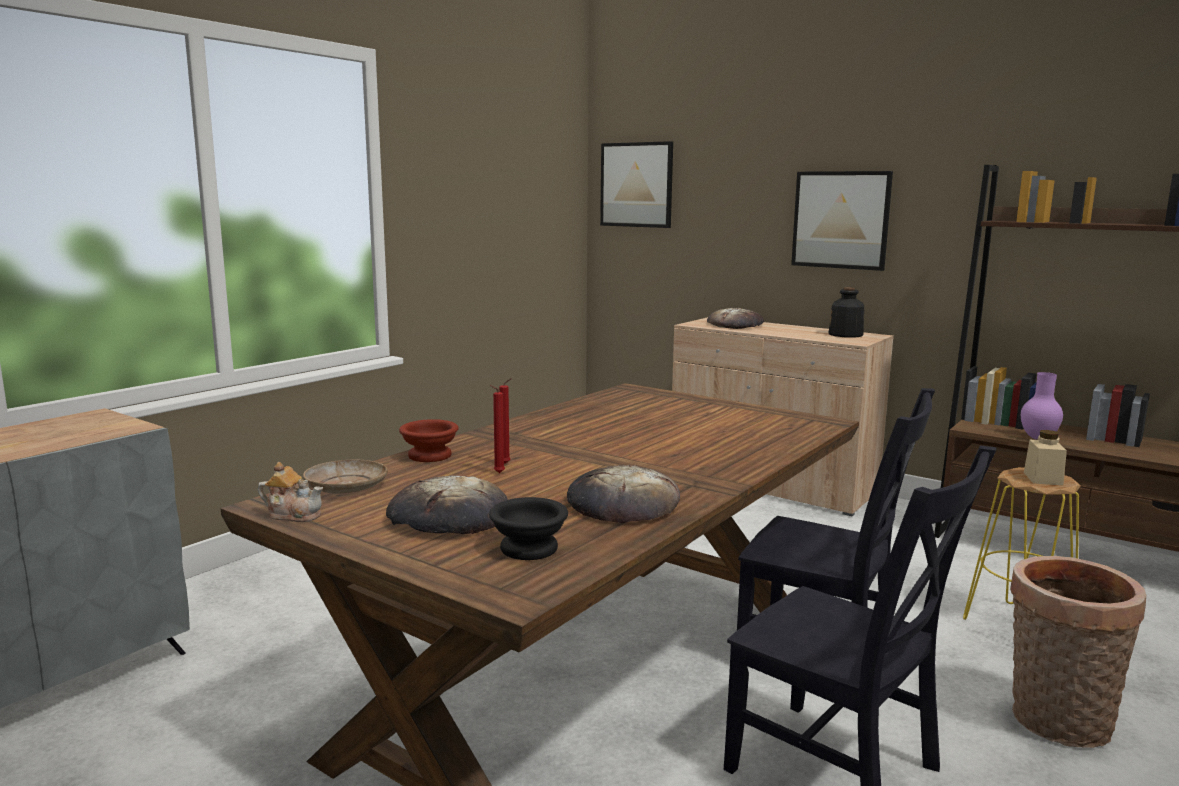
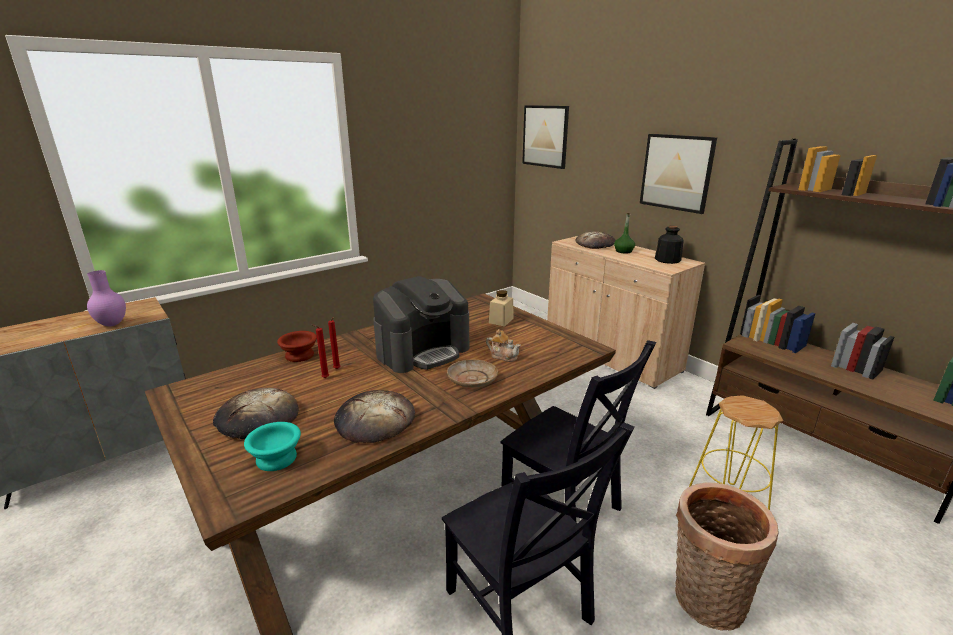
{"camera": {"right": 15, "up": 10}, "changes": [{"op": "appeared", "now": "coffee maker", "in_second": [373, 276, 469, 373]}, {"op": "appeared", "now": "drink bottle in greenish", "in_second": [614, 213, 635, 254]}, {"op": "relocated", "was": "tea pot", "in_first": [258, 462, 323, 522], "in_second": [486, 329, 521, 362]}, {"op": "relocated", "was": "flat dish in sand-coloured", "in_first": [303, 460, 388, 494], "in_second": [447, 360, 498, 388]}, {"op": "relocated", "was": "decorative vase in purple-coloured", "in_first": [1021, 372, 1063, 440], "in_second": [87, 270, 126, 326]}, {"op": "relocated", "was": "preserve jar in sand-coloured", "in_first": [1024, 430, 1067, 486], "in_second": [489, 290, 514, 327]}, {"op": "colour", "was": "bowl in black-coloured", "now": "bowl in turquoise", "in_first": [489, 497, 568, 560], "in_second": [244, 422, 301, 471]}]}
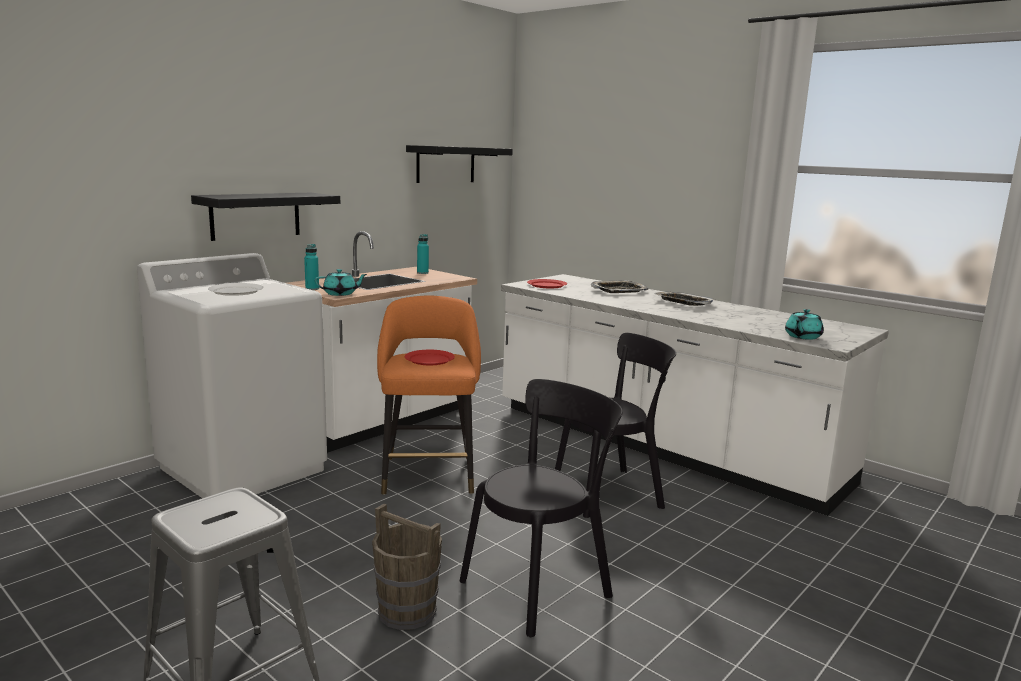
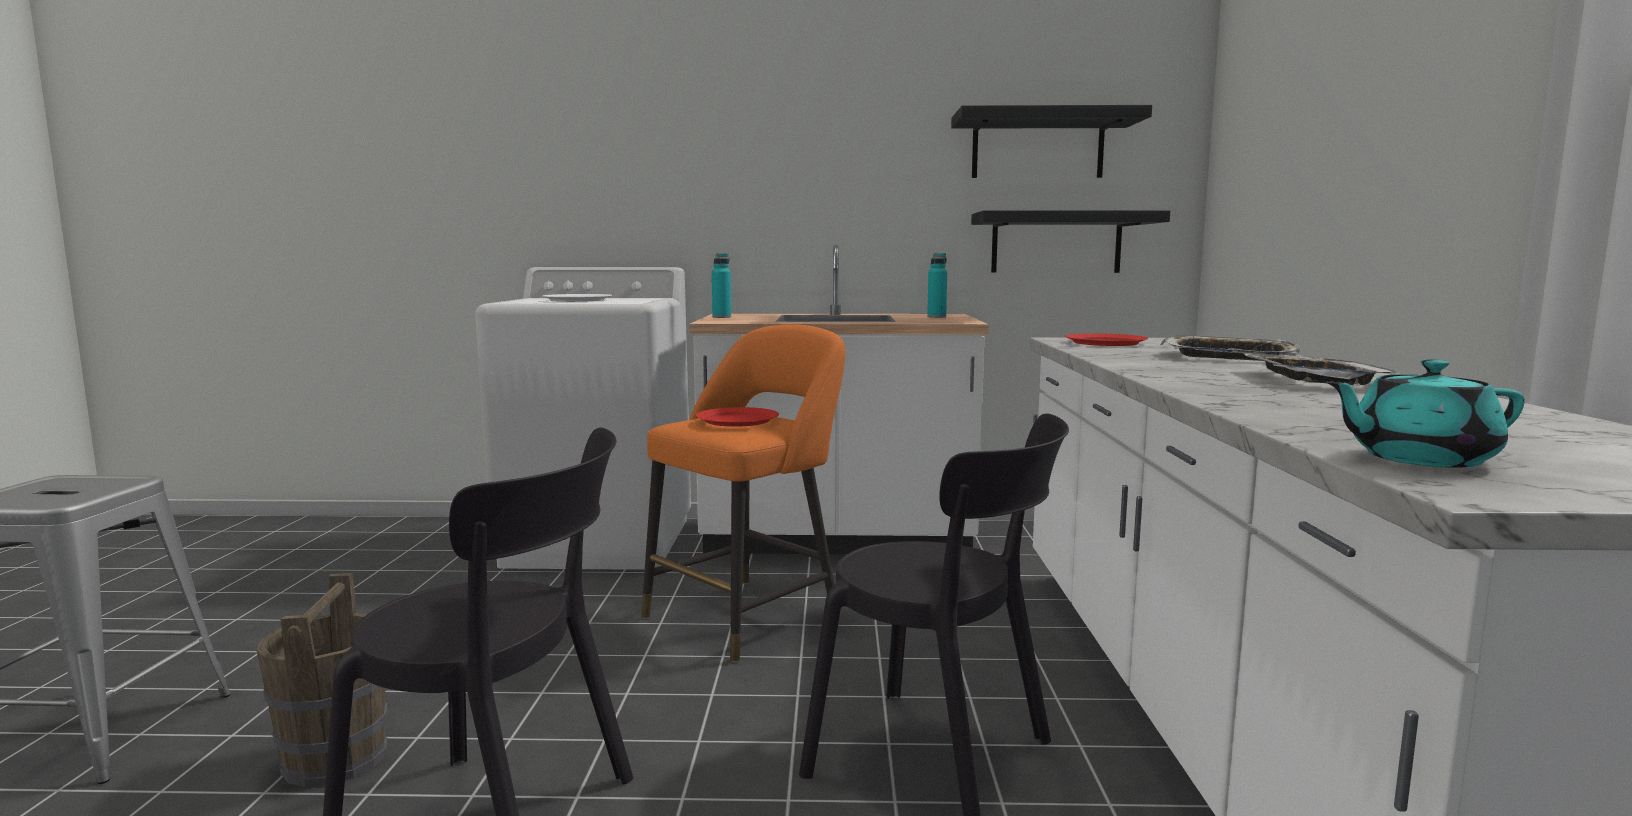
{"camera": {"right": 50, "up": -5}, "changes": [{"op": "missing", "was": "tea pot in turquoise", "in_first": [315, 269, 367, 296]}, {"op": "relocated", "was": "shelf in black-coloured", "in_first": [191, 193, 340, 241], "in_second": [971, 210, 1170, 273]}]}
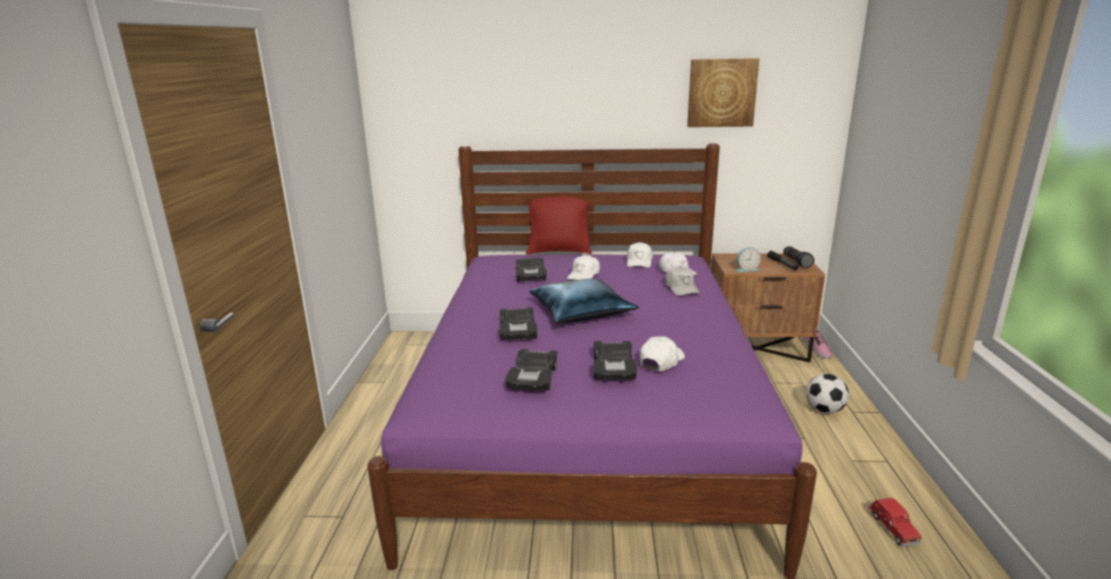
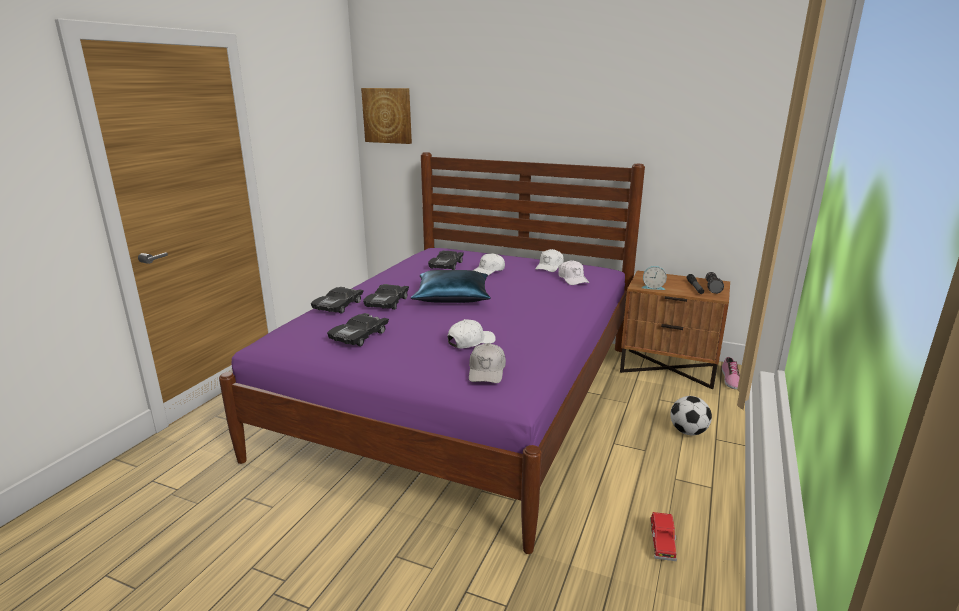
{"camera": {"right": 20, "up": 0}, "changes": [{"op": "missing", "was": "pillow in red", "in_first": [526, 196, 592, 254]}, {"op": "relocated", "was": "model car in black-coloured", "in_first": [593, 341, 637, 380], "in_second": [311, 287, 364, 313]}, {"op": "relocated", "was": "peaked cap in whitish", "in_first": [665, 266, 700, 296], "in_second": [469, 343, 506, 383]}, {"op": "relocated", "was": "wall art", "in_first": [687, 58, 759, 127], "in_second": [361, 88, 412, 144]}]}
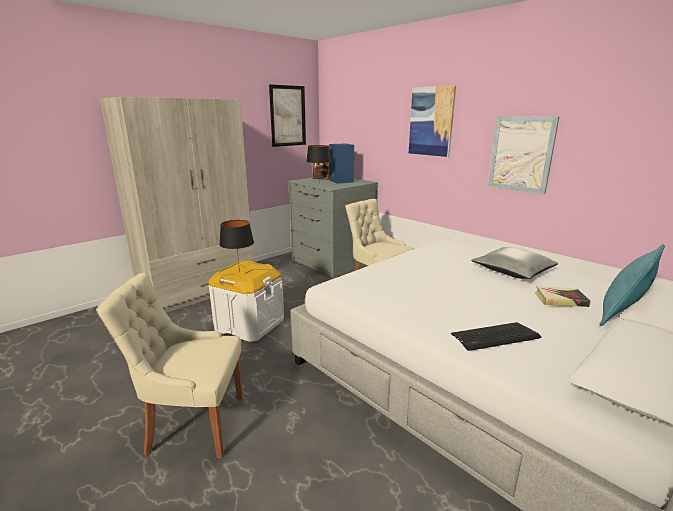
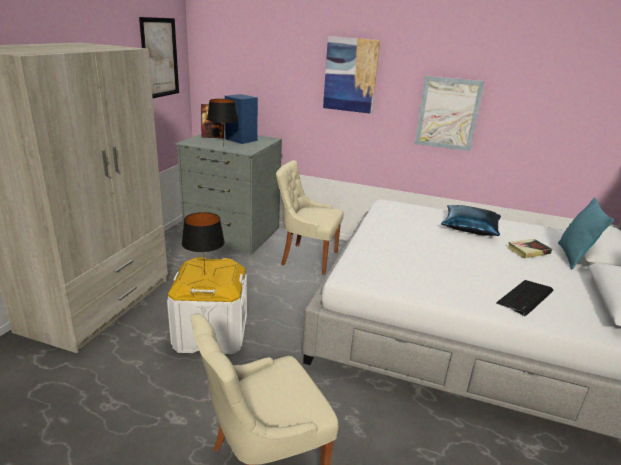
{"camera": {"right": -30, "up": 5}, "changes": [{"op": "colour", "was": "pillow in greyish", "now": "pillow in blue", "in_first": [471, 247, 558, 279], "in_second": [441, 205, 501, 236]}]}
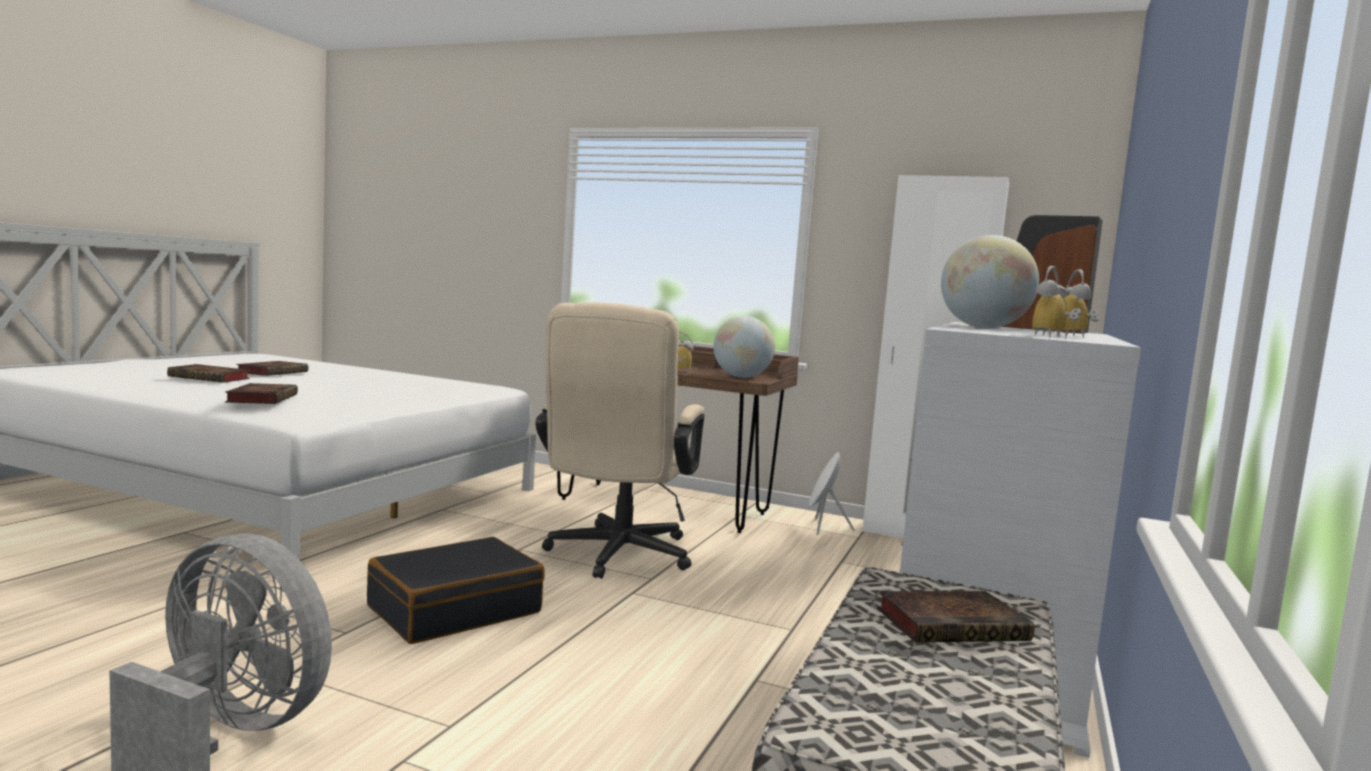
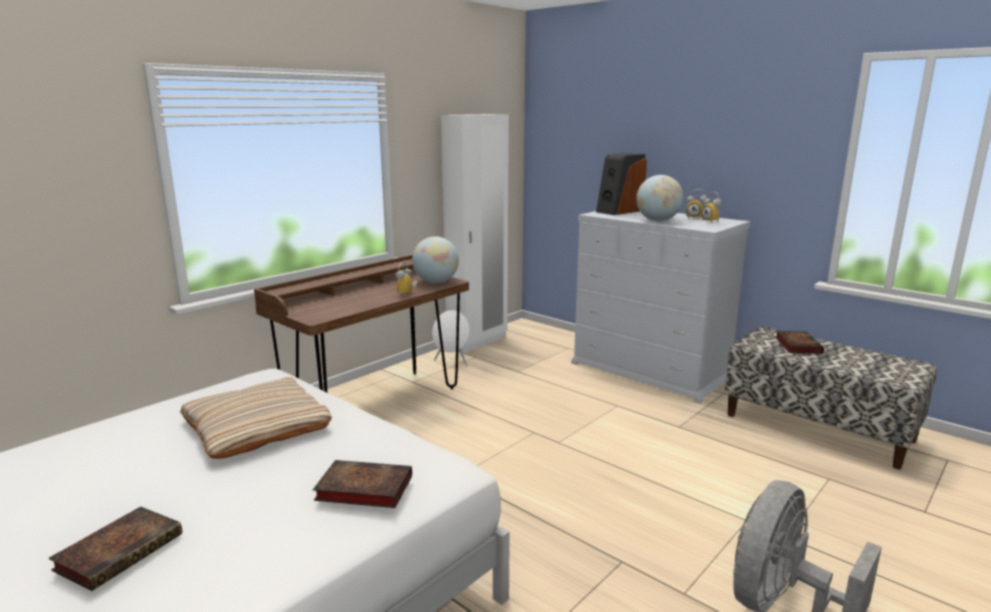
{"camera": {"right": -70, "up": 10}, "changes": [{"op": "missing", "was": "volume", "in_first": [236, 361, 308, 376]}, {"op": "missing", "was": "travel case in black-coloured", "in_first": [367, 537, 544, 644]}, {"op": "missing", "was": "computer chair in sand-coloured", "in_first": [535, 302, 705, 579]}, {"op": "appeared", "now": "pillow in sand-coloured", "in_second": [180, 377, 332, 459]}]}
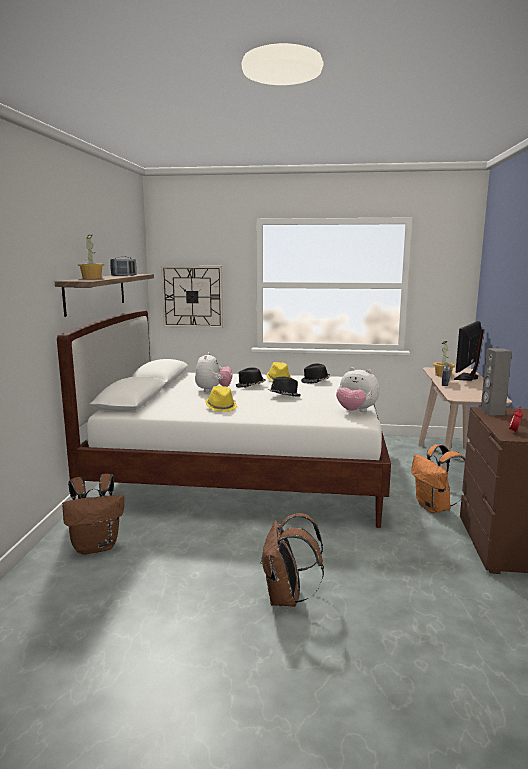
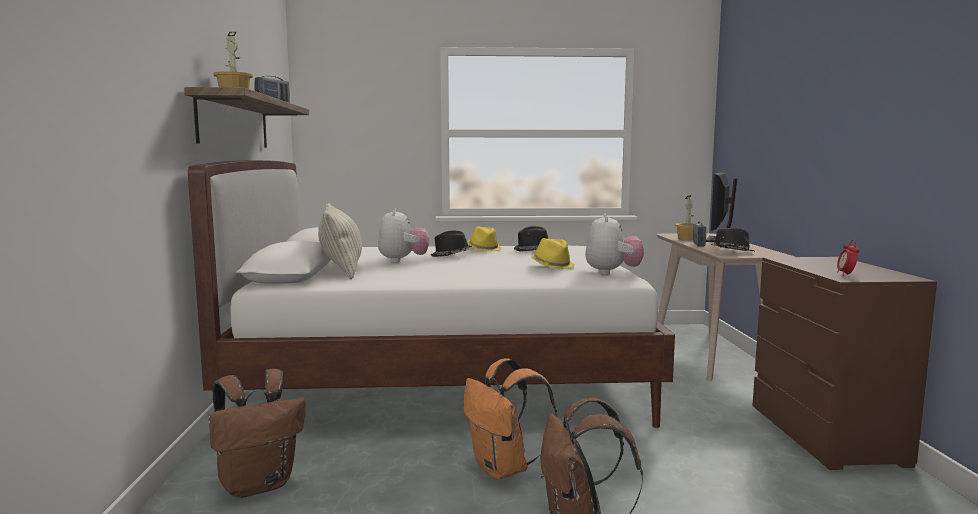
{"camera": {"right": -10, "up": -5}, "changes": [{"op": "missing", "was": "clock on the wall", "in_first": [161, 266, 223, 328]}, {"op": "missing", "was": "loudspeaker in greyish", "in_first": [481, 348, 512, 416]}, {"op": "appeared", "now": "pillow", "in_second": [318, 203, 362, 279]}, {"op": "relocated", "was": "wearable hat in yellow", "in_first": [206, 386, 237, 412], "in_second": [531, 238, 574, 269]}, {"op": "relocated", "was": "wearable hat in black-coloured", "in_first": [268, 377, 301, 397], "in_second": [711, 228, 754, 251]}, {"op": "relocated", "was": "rucksack in orange-coloured", "in_first": [411, 444, 465, 513], "in_second": [464, 358, 557, 480]}, {"op": "spun", "was": "cuddly toy", "in_first": [336, 367, 380, 412], "in_second": [585, 214, 644, 275], "clockwise": -105}]}
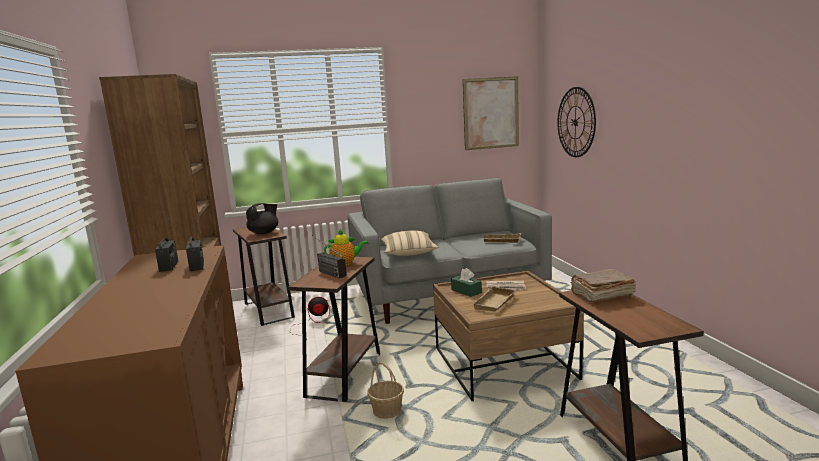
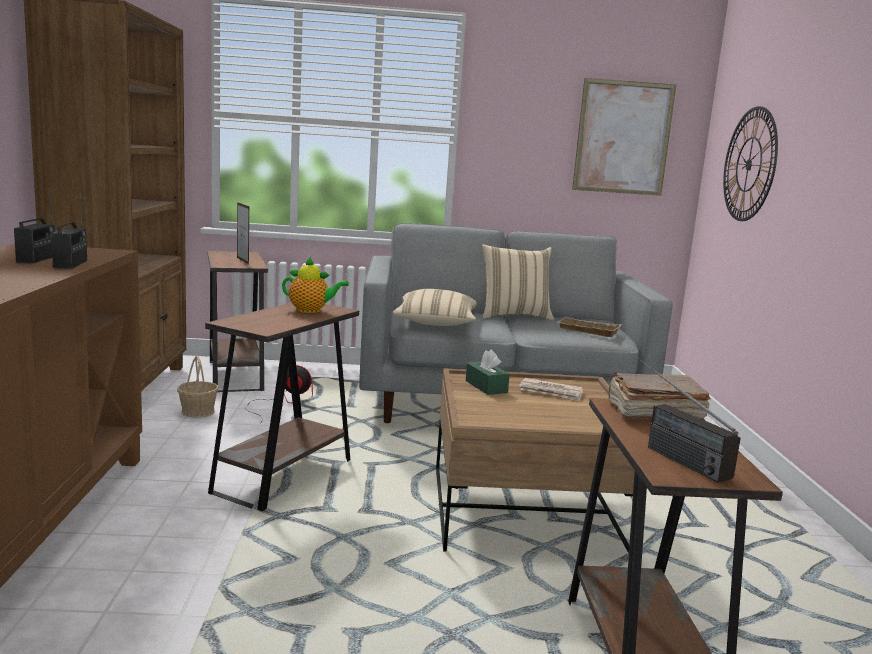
{"camera": {"right": 10, "up": 0}, "changes": [{"op": "missing", "was": "serving tray in sand-coloured", "in_first": [472, 286, 516, 312]}, {"op": "appeared", "now": "pillow in sand-coloured", "in_second": [482, 245, 554, 320]}, {"op": "relocated", "was": "radio receiver", "in_first": [312, 235, 347, 278], "in_second": [637, 358, 741, 483]}, {"op": "relocated", "was": "basket", "in_first": [367, 362, 404, 419], "in_second": [177, 356, 218, 418]}, {"op": "exchanged", "was": "tea pot in black-coloured", "now": "picture frame", "in_first": [246, 203, 279, 234], "in_second": [237, 202, 249, 264]}]}
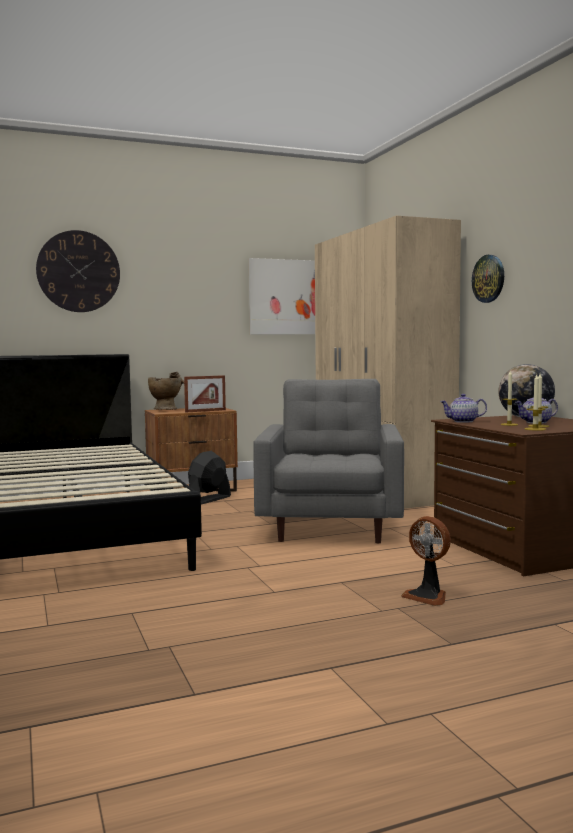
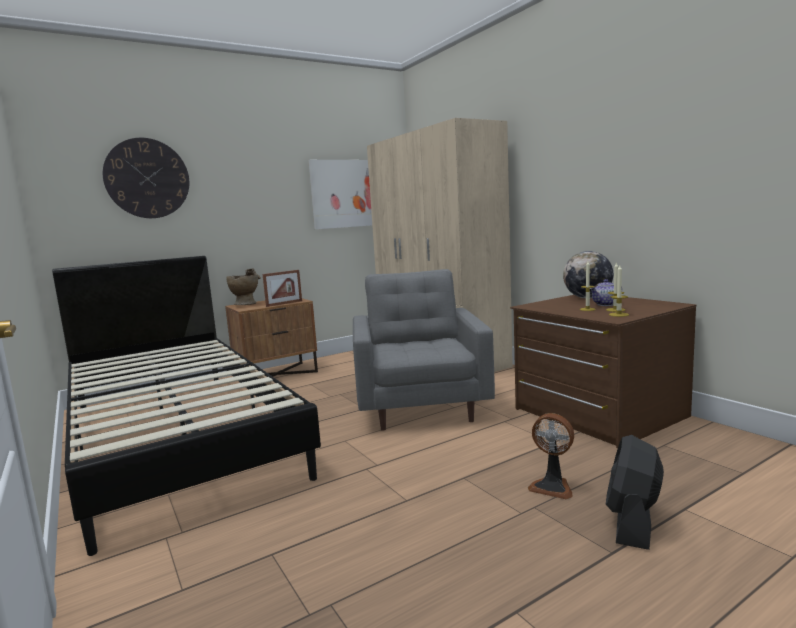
{"camera": {"right": -10, "up": 5}, "changes": [{"op": "missing", "was": "tea pot", "in_first": [440, 394, 487, 423]}, {"op": "missing", "was": "clock on the wall", "in_first": [472, 255, 504, 303]}, {"op": "relocated", "was": "fan in black-coloured", "in_first": [188, 451, 231, 504], "in_second": [606, 435, 664, 550]}]}
